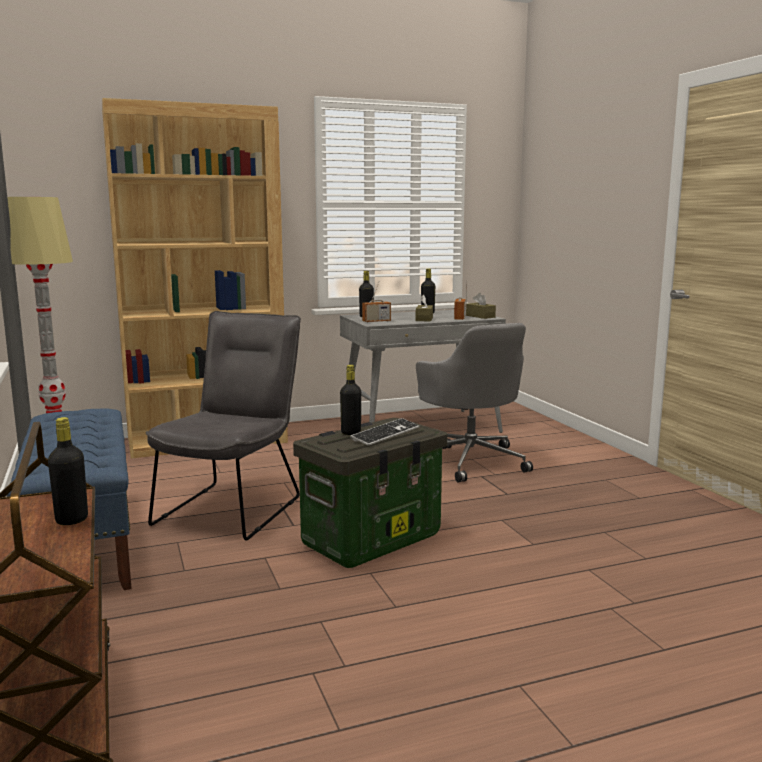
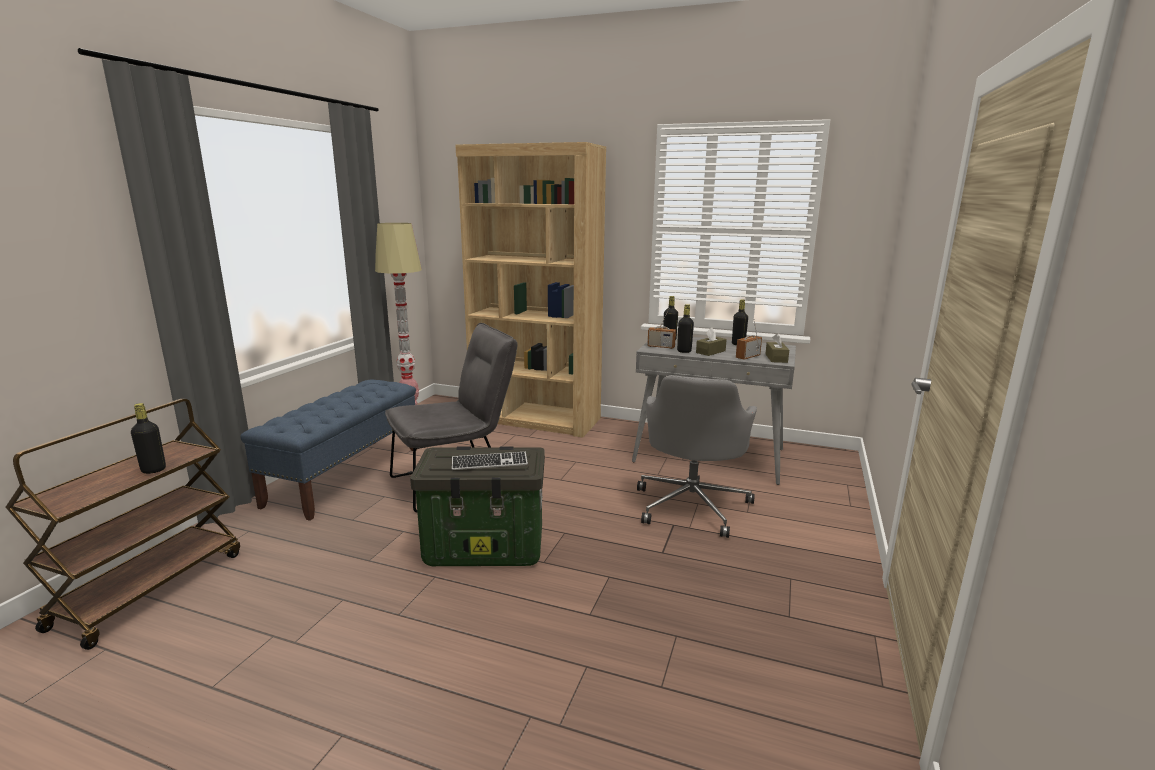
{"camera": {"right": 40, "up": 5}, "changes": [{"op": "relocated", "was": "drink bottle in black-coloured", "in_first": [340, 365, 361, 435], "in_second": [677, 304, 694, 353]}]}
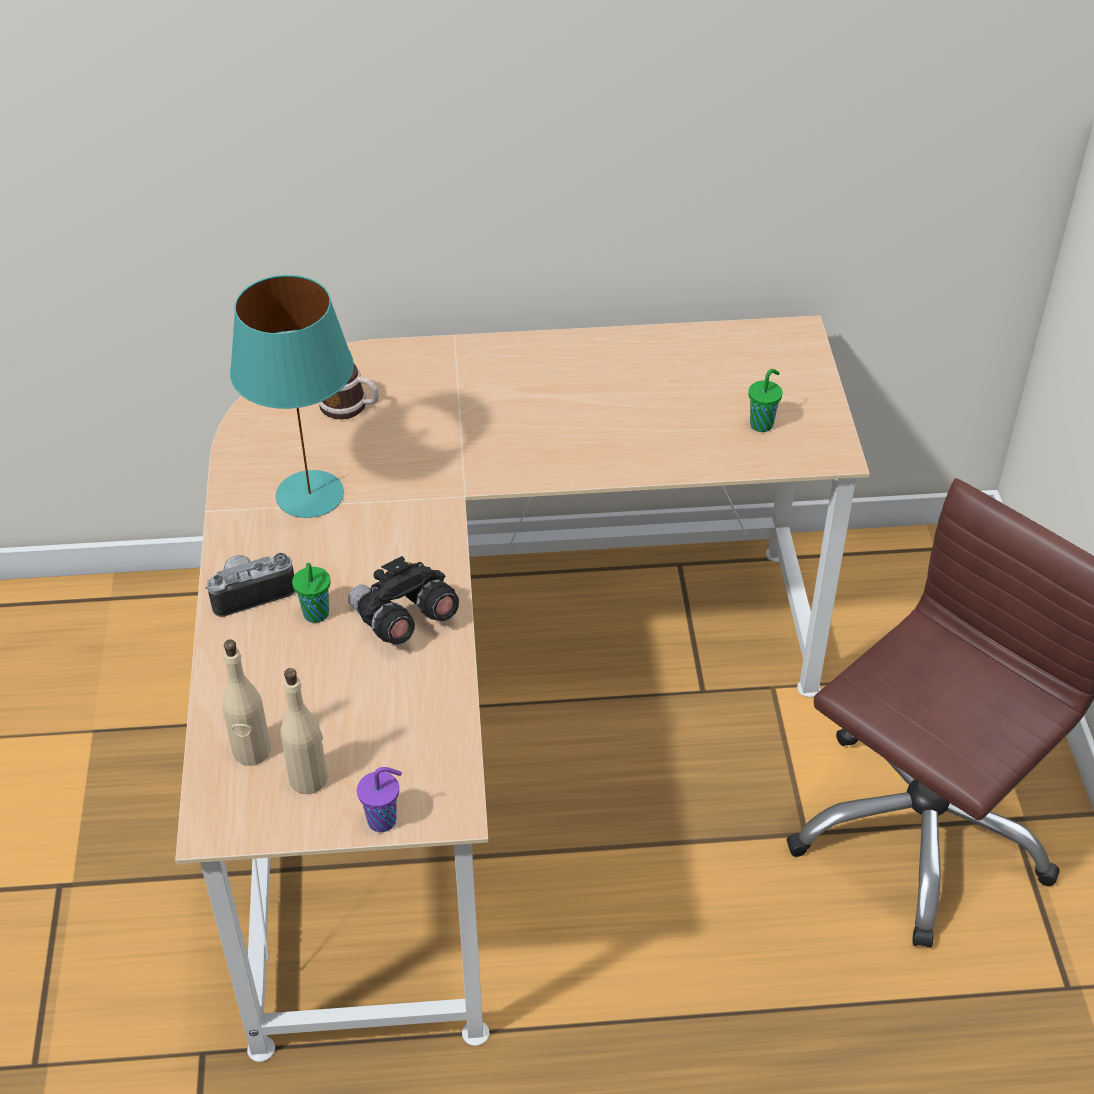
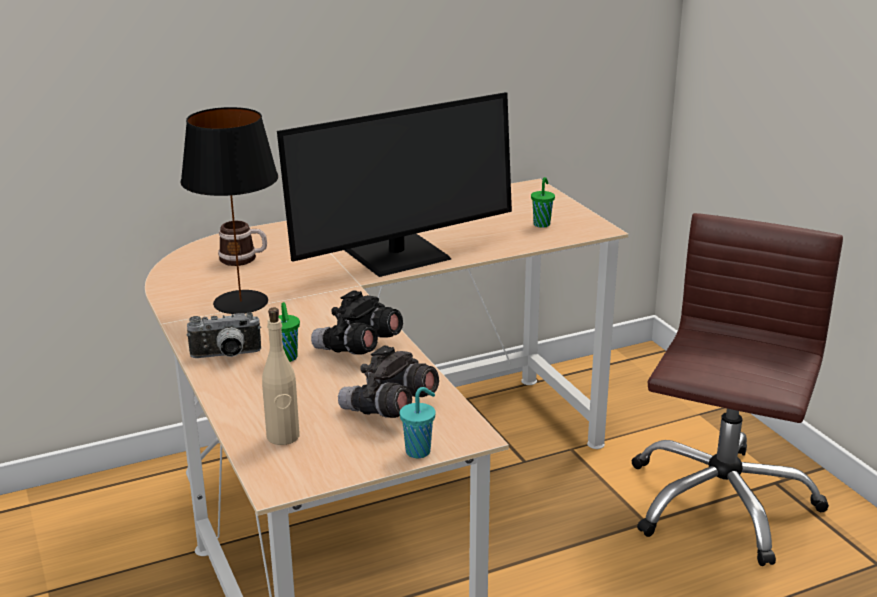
{"camera": {"right": -20, "up": -20}, "changes": [{"op": "missing", "was": "drink bottle in sand-coloured", "in_first": [280, 668, 328, 794]}, {"op": "appeared", "now": "computer screen", "in_second": [277, 92, 512, 277]}, {"op": "appeared", "now": "field glasses in greyish", "in_second": [338, 345, 439, 418]}, {"op": "colour", "was": "lamp for a table in turquoise", "now": "lamp for a table in black-coloured", "in_first": [230, 275, 354, 518], "in_second": [180, 107, 278, 314]}, {"op": "colour", "was": "cup in purple-coloured", "now": "cup in turquoise", "in_first": [357, 767, 402, 832], "in_second": [400, 387, 436, 458]}, {"op": "spun", "was": "photo camera", "in_first": [206, 553, 295, 617], "in_second": [187, 312, 261, 358], "clockwise": -150}]}
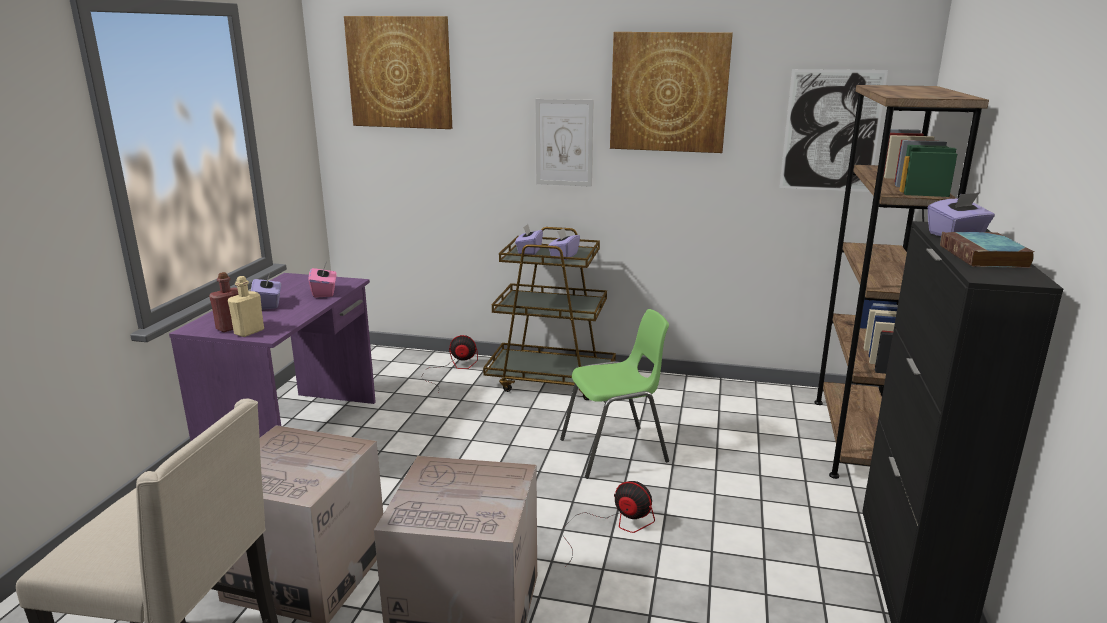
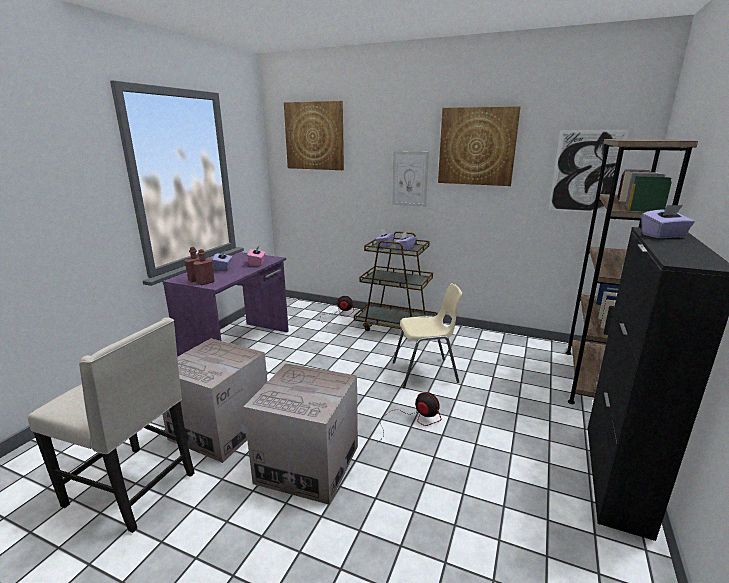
{"camera": {"right": 10, "up": 0}, "changes": [{"op": "missing", "was": "volume", "in_first": [940, 232, 1034, 268]}, {"op": "colour", "was": "drink bottle in sand-coloured", "now": "drink bottle in red", "in_first": [228, 276, 264, 337], "in_second": [193, 249, 215, 285]}, {"op": "colour", "was": "plain chair in greenish", "now": "plain chair in sand-coloured", "in_first": [560, 309, 669, 479], "in_second": [393, 283, 462, 388]}]}
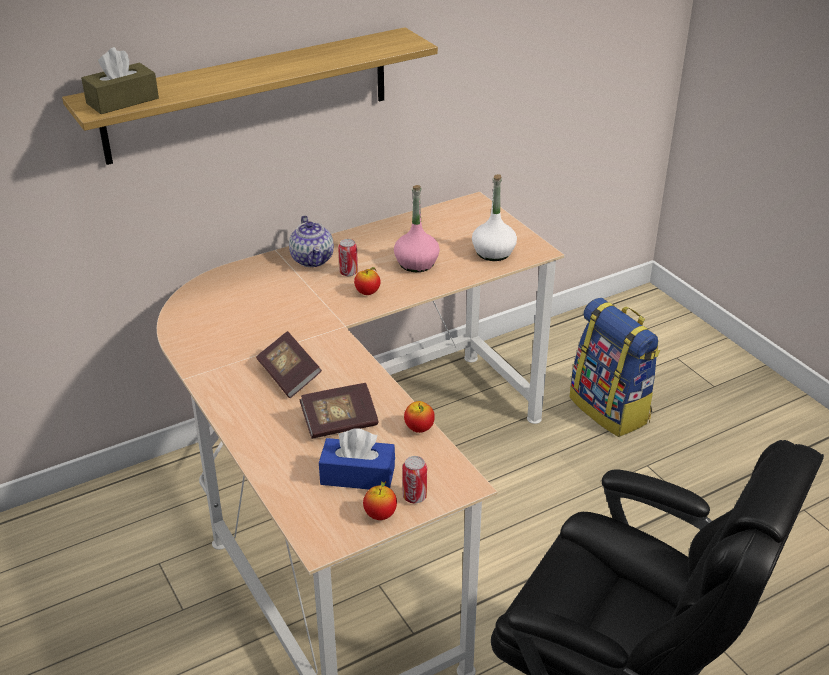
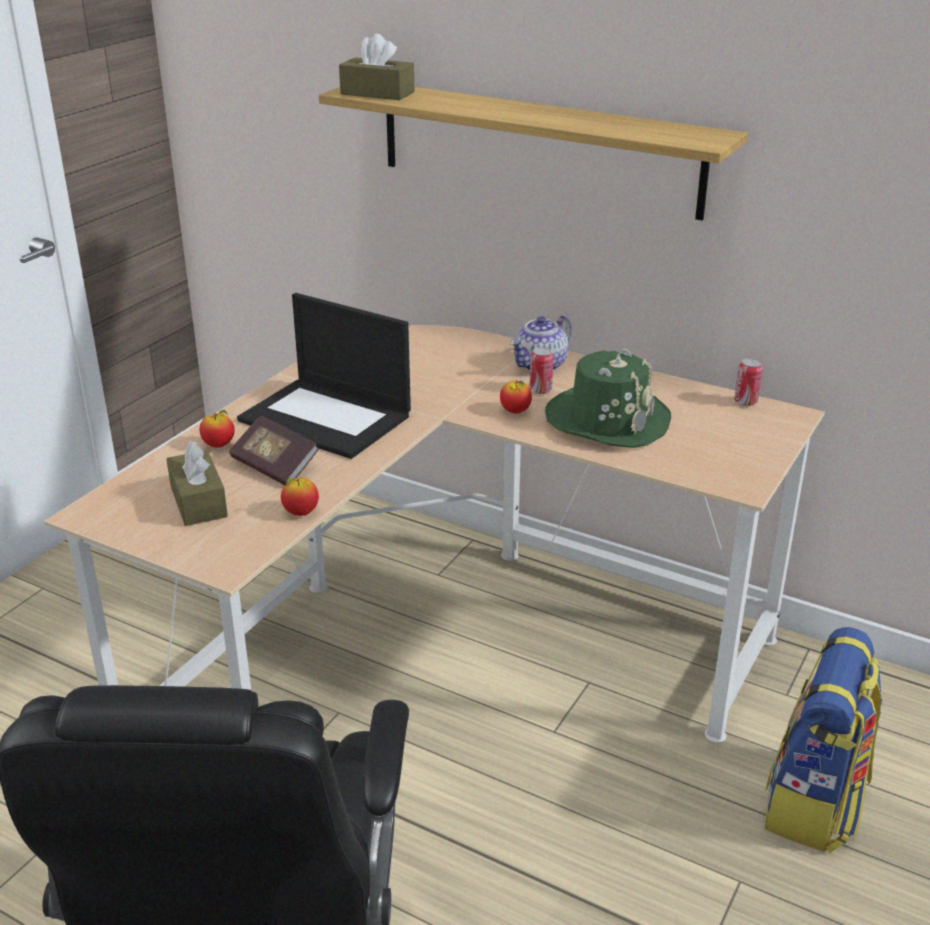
{"camera": {"right": 60, "up": -5}, "changes": [{"op": "missing", "was": "drink bottle in whitish", "in_first": [472, 174, 517, 261]}, {"op": "relocated", "was": "whole apple", "in_first": [363, 481, 397, 520], "in_second": [199, 410, 235, 448]}, {"op": "relocated", "was": "metal can", "in_first": [402, 456, 427, 503], "in_second": [734, 358, 763, 406]}, {"op": "exchanged", "was": "volume", "now": "notebook computer", "in_first": [256, 331, 322, 398], "in_second": [237, 293, 411, 459]}, {"op": "exchanged", "was": "drink bottle in pink-coloured", "now": "wearable hat in greenish", "in_first": [394, 185, 440, 272], "in_second": [545, 349, 671, 448]}, {"op": "colour", "was": "box of tissues in blue", "now": "box of tissues in brownish", "in_first": [319, 428, 395, 489], "in_second": [166, 441, 228, 526]}]}
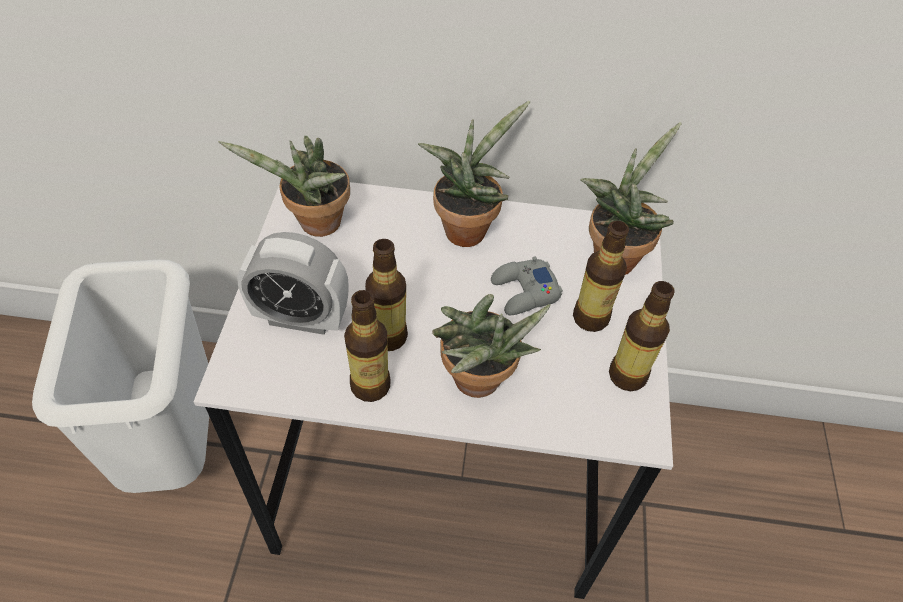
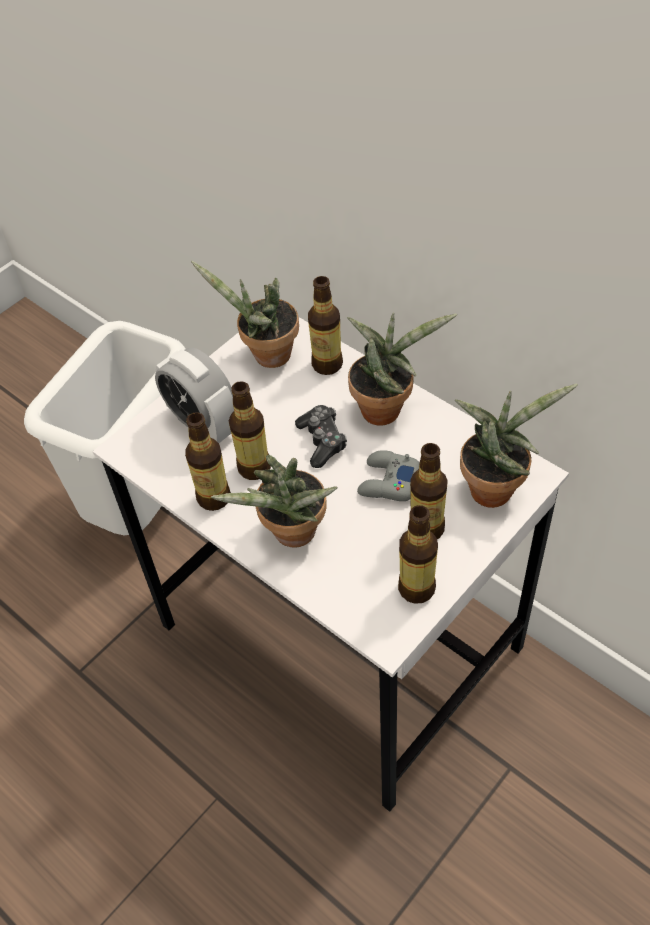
{"camera": {"right": 40, "up": 0}, "changes": [{"op": "appeared", "now": "game controller", "in_second": [295, 405, 347, 468]}, {"op": "appeared", "now": "drink bottle", "in_second": [308, 276, 343, 375]}]}
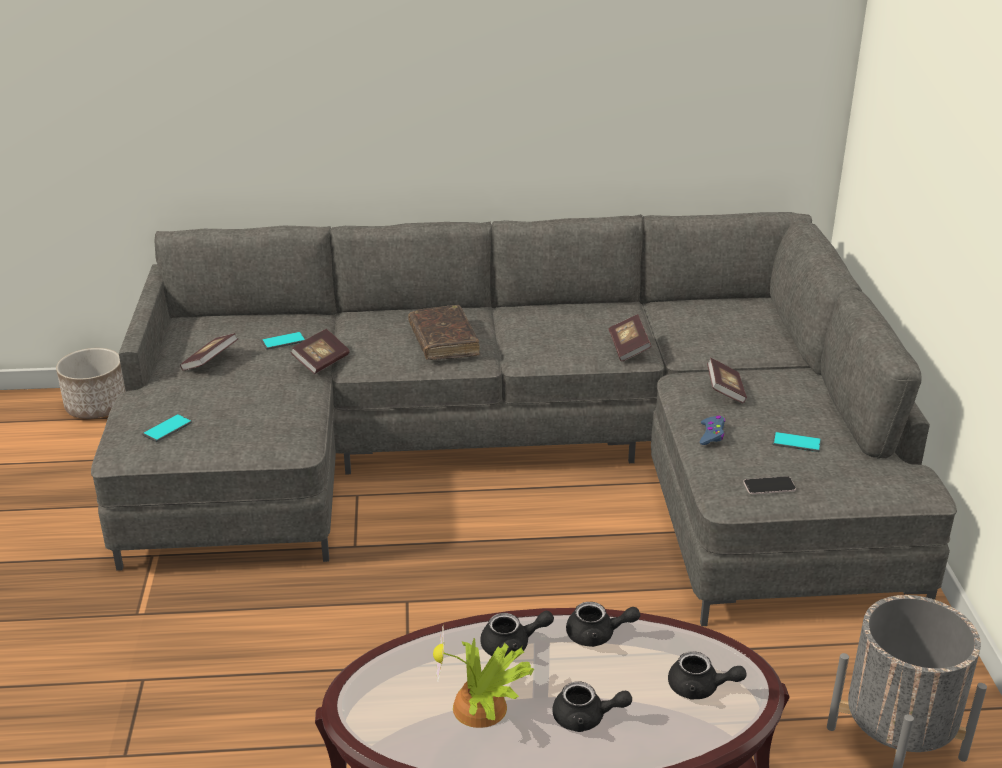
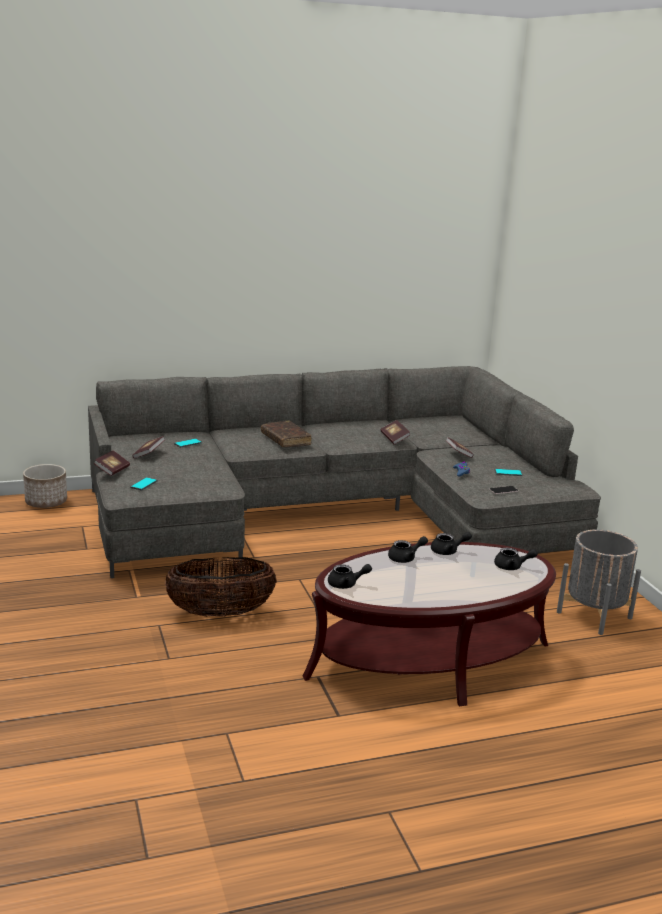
{"camera": {"right": -15, "up": -10}, "changes": [{"op": "missing", "was": "houseplant", "in_first": [433, 626, 534, 728]}, {"op": "appeared", "now": "basket", "in_second": [165, 557, 277, 617]}, {"op": "relocated", "was": "volume", "in_first": [290, 329, 350, 374], "in_second": [94, 451, 130, 476]}, {"op": "relocated", "was": "tea pot in black-coloured", "in_first": [552, 681, 632, 732], "in_second": [328, 564, 372, 589]}]}
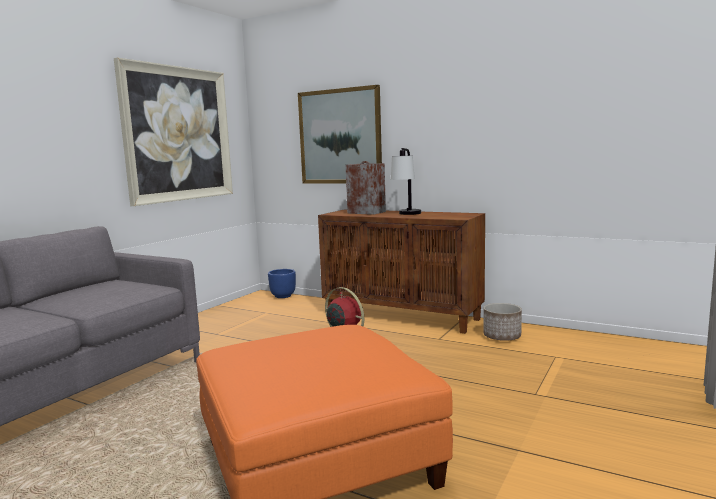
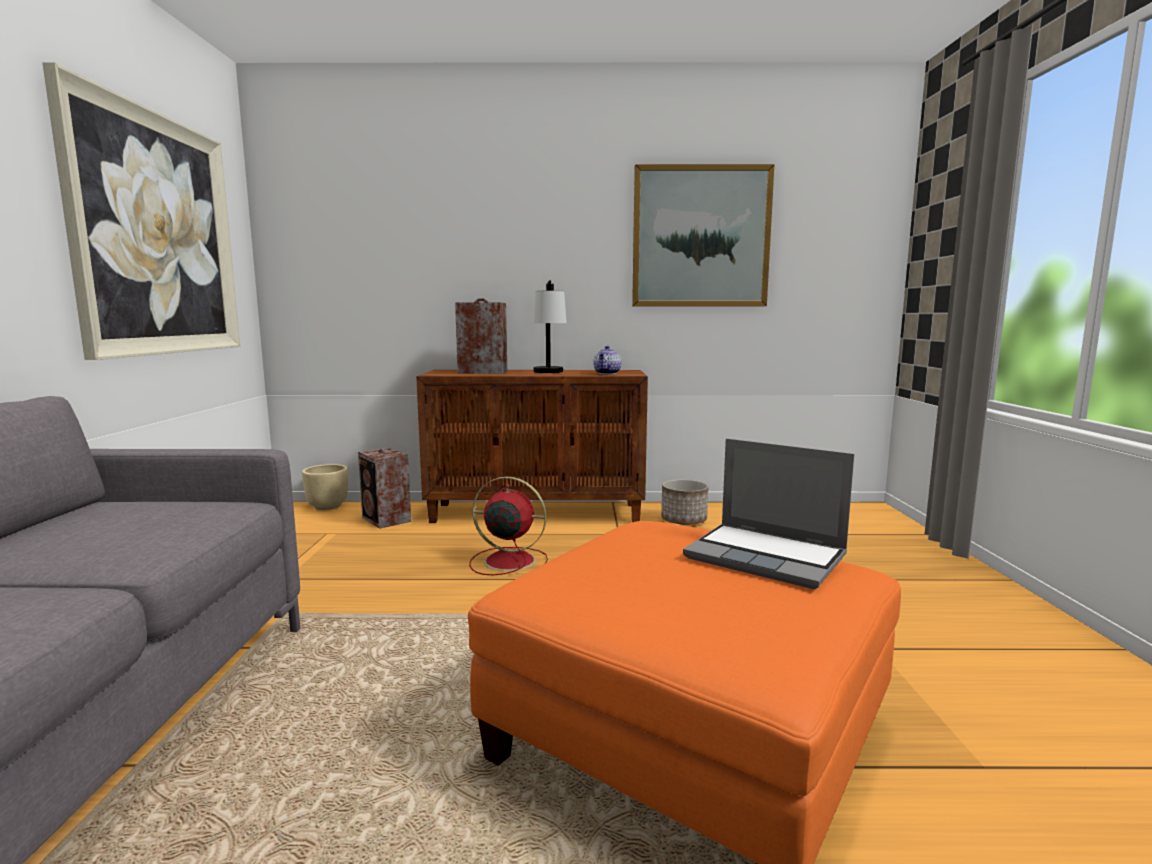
{"camera": {"right": -30, "up": 0}, "changes": [{"op": "appeared", "now": "loudspeaker", "in_second": [358, 448, 411, 529]}, {"op": "appeared", "now": "tea pot", "in_second": [594, 346, 622, 374]}, {"op": "appeared", "now": "notebook computer", "in_second": [683, 439, 854, 589]}, {"op": "relocated", "was": "wall art", "in_first": [298, 85, 382, 184], "in_second": [632, 164, 775, 306]}, {"op": "colour", "was": "plant pot in blue", "now": "plant pot in sand-coloured", "in_first": [268, 269, 296, 298], "in_second": [302, 464, 348, 510]}]}
